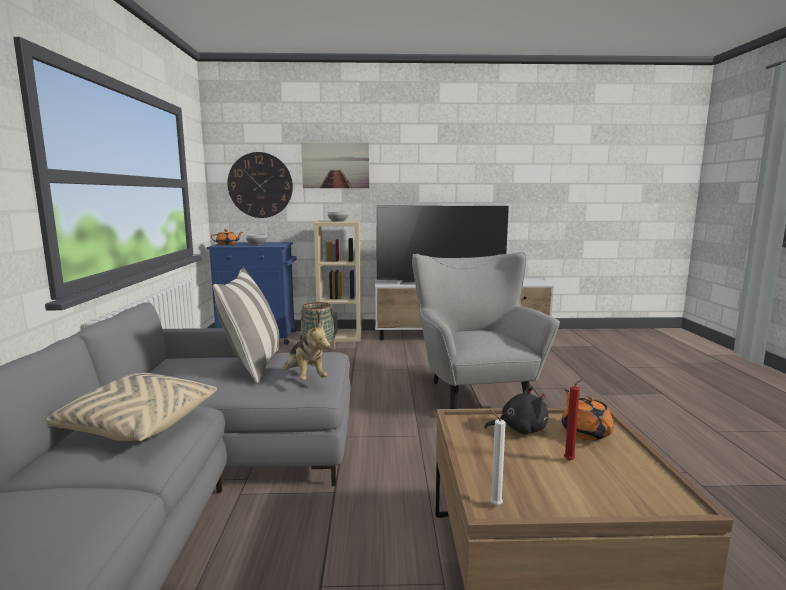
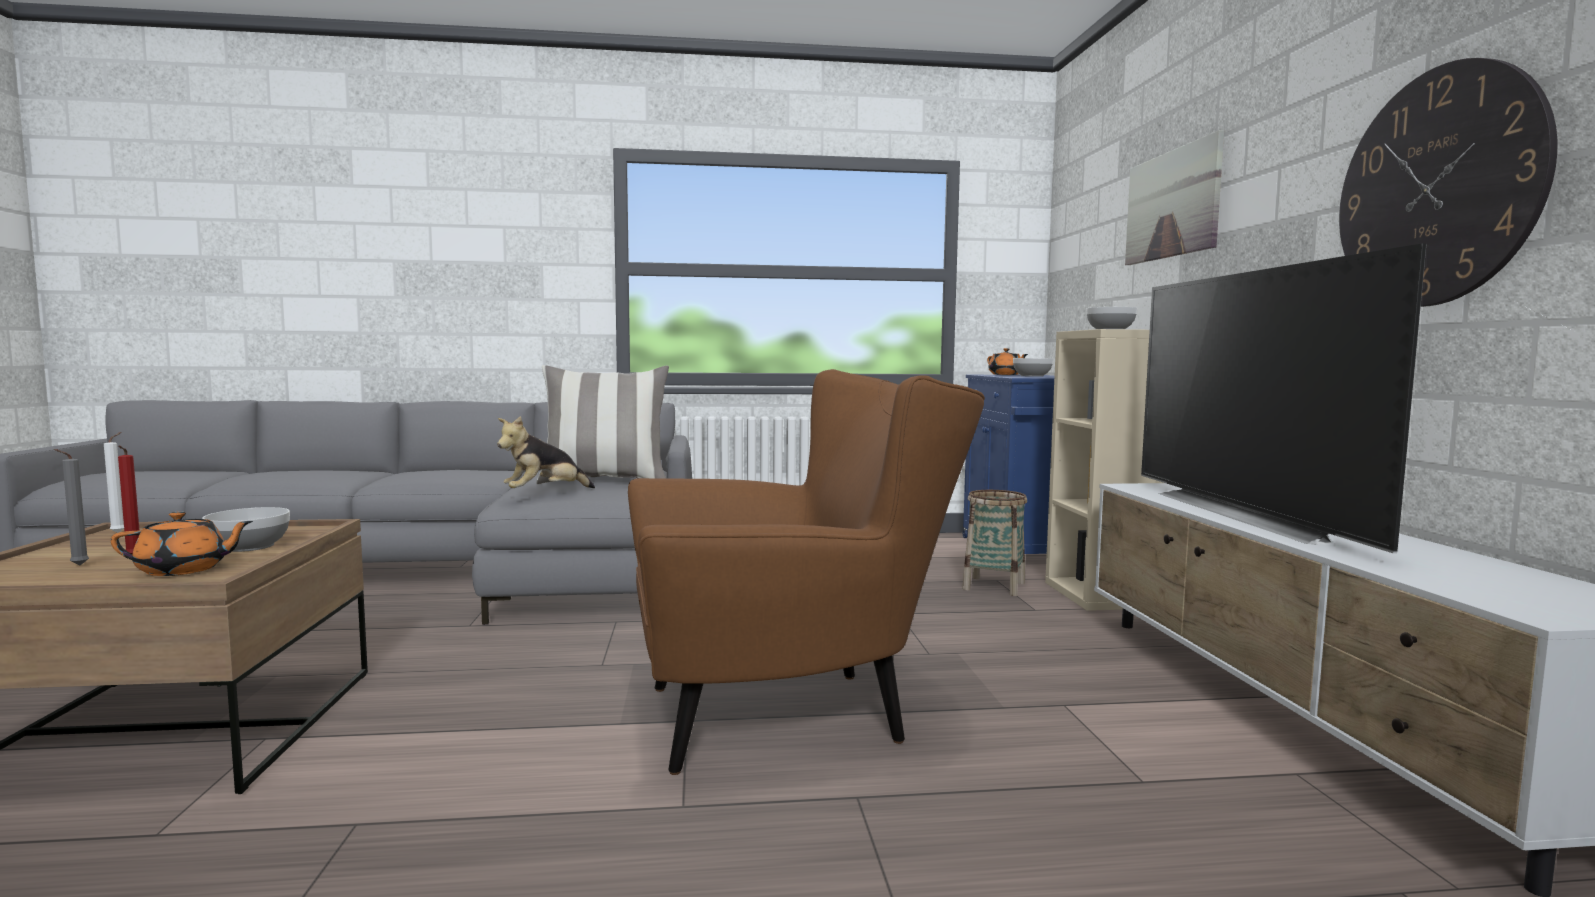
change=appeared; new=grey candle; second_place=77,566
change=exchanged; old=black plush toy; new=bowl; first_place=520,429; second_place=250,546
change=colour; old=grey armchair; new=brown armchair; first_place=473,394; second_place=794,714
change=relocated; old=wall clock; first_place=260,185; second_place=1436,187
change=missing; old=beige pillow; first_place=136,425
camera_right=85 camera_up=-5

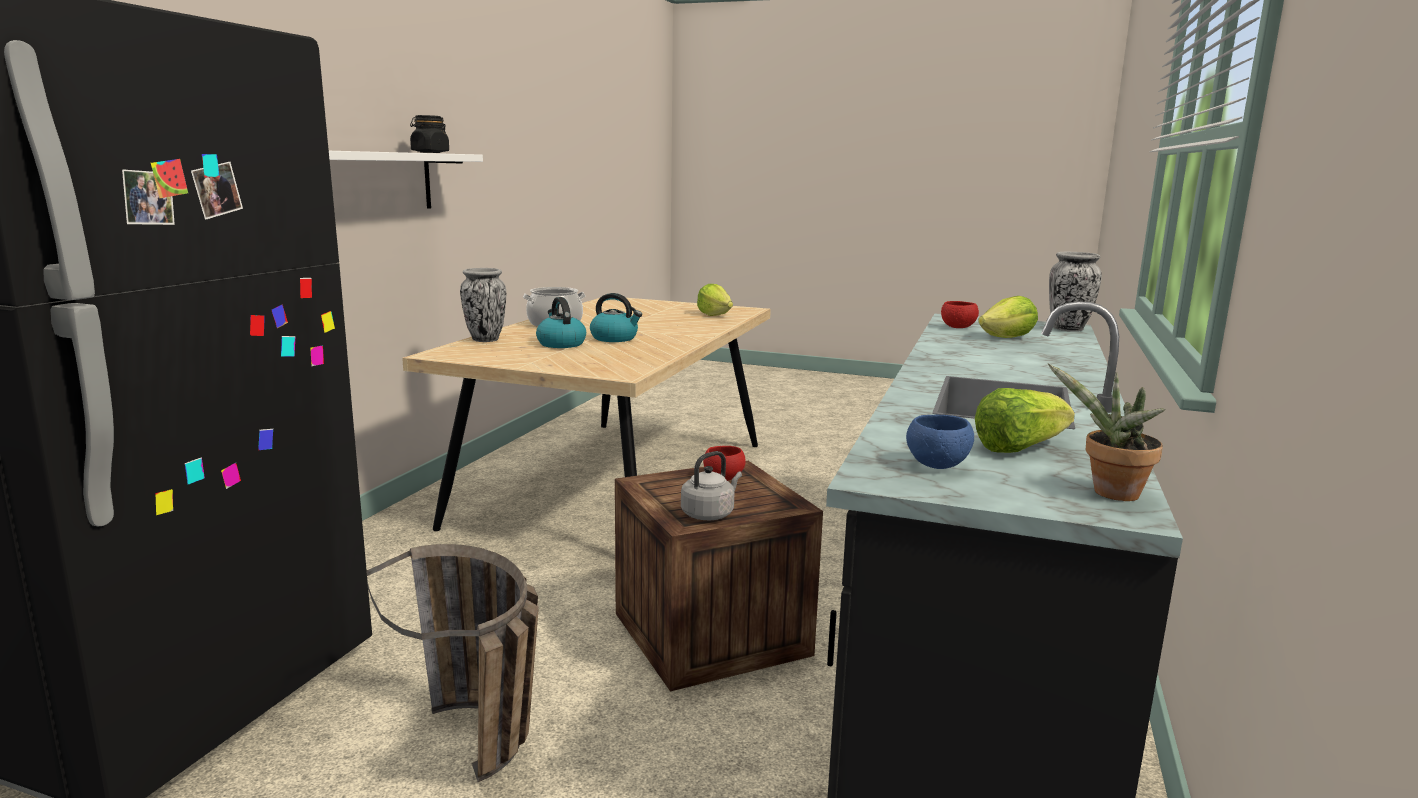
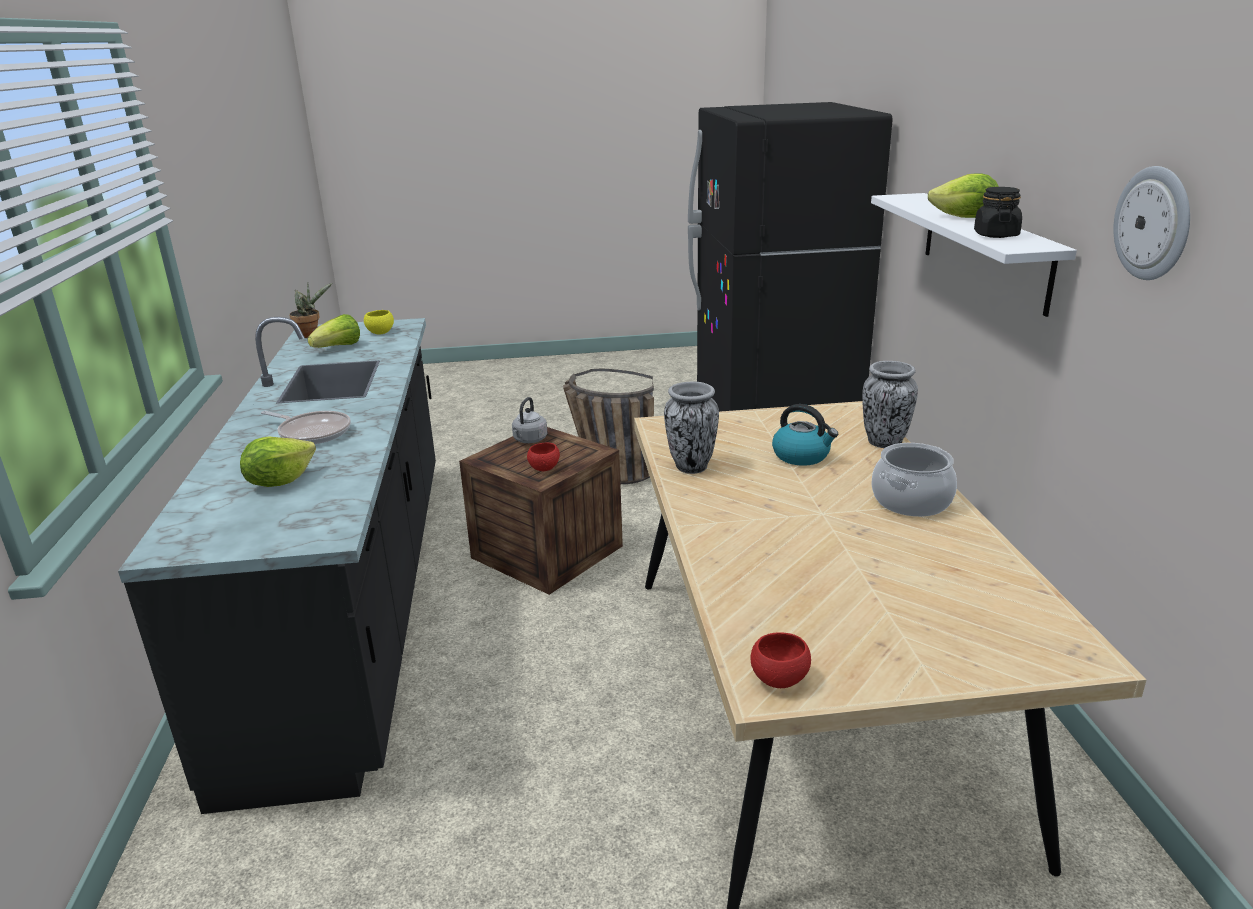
change=appeared; new=frying pan; second_place=312,432
change=colour; old=blue bowl; new=yellow bowl; first_place=937,465; second_place=380,332
change=relocated; old=vase; first_place=1068,329; second_place=690,467
change=relocated; old=red bowl; first_place=958,327; second_place=779,679
change=relocated; old=lettuce; first_place=714,315; second_place=964,218
change=appeared; new=wall clock; second_place=1153,223
change=missing; old=kettle; first_place=615,338
camera_right=155 camera_up=10

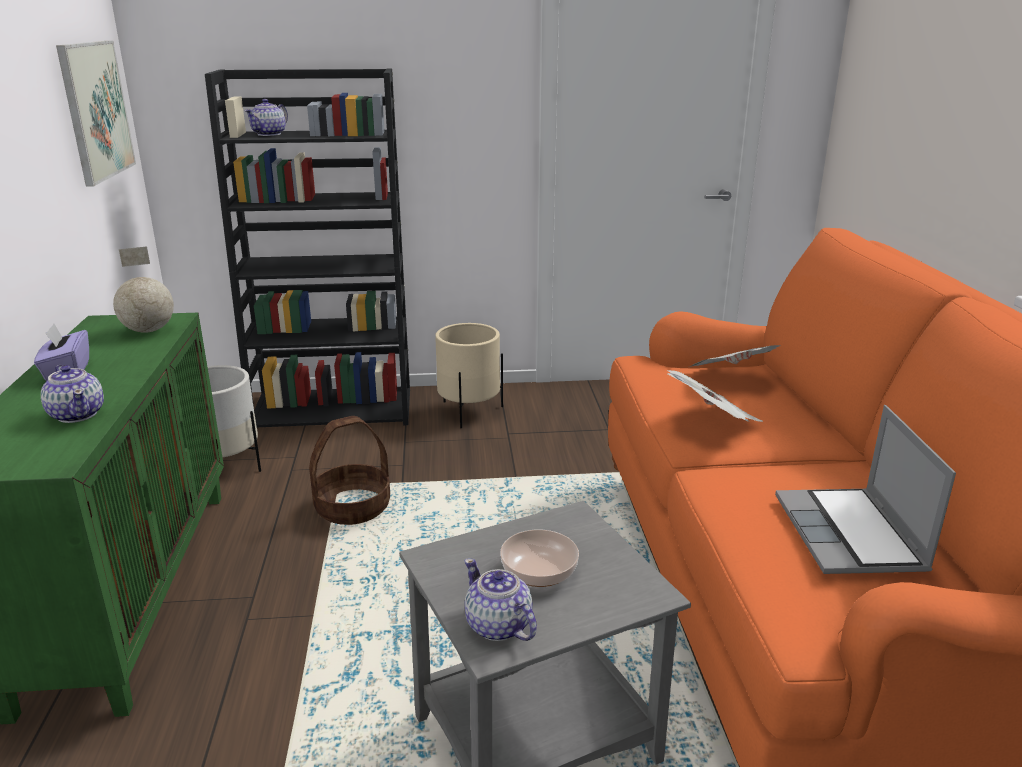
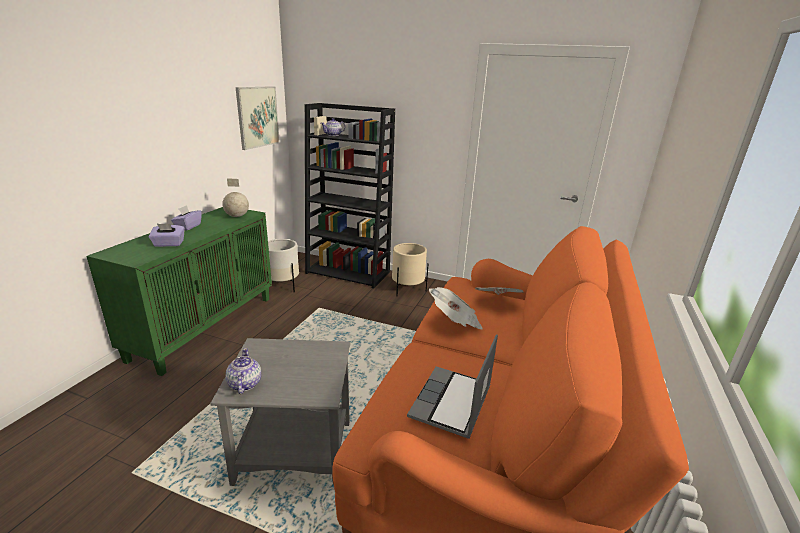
change=exchanged; old=teapot; new=purple tissue box; first_place=77,414; second_place=169,244
change=missing; old=basket; first_place=353,507
change=missing; old=bowl; first_place=537,571
camera_right=25 camera_up=0

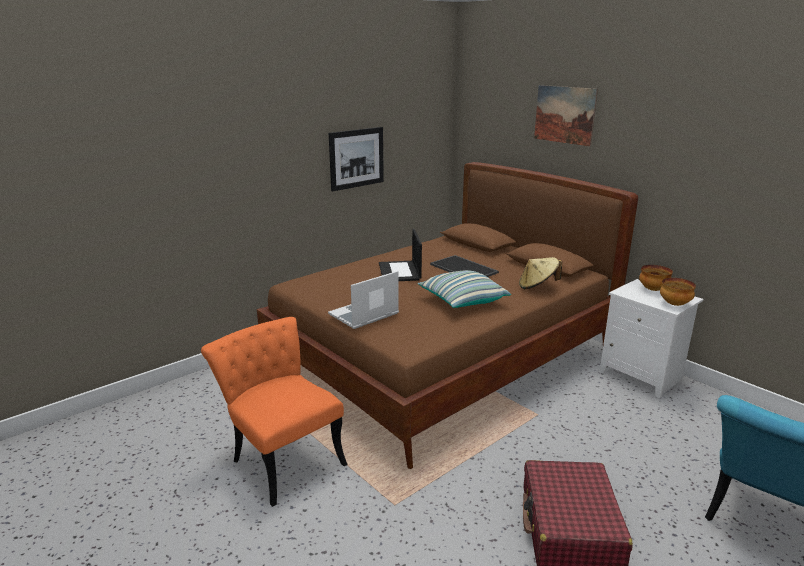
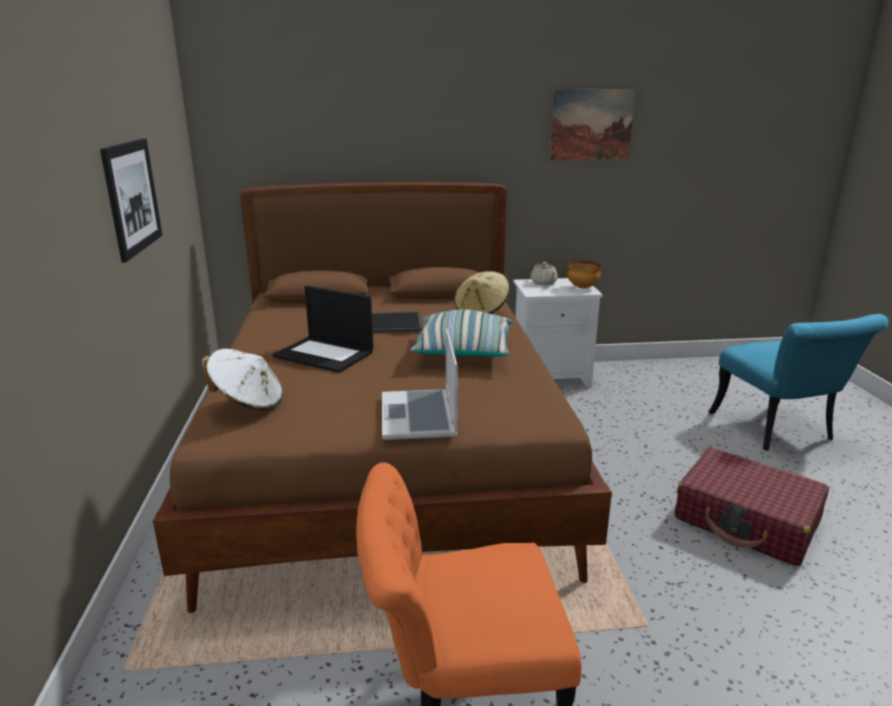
change=appeared; new=white hat; second_place=248,402
change=exchanged; old=bowl; new=beige teapot; first_place=653,289; second_place=544,283
change=relocated; old=picture; first_place=564,115; second_place=591,125
camera_right=-55 camera_up=0

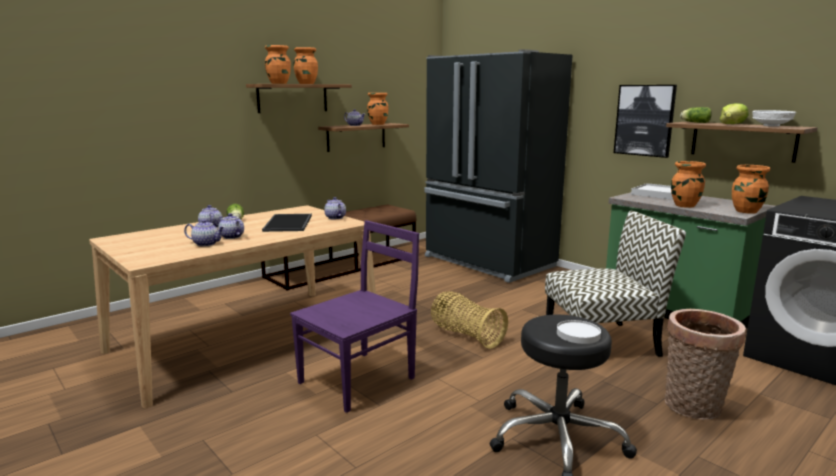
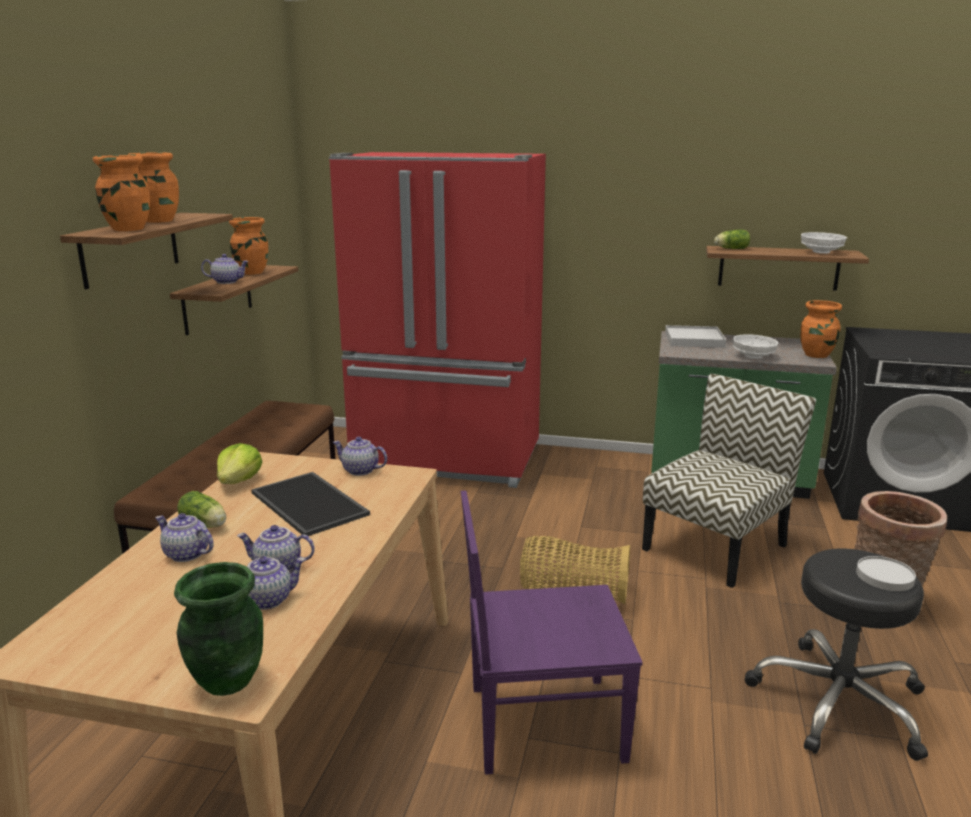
change=appeared; new=green vase; second_place=226,680
change=relocated; old=lettuce; first_place=732,124; second_place=239,481
change=colour; old=black fridge; new=red fridge; first_place=487,262; second_place=446,460
change=spun; old=purple chair; first_place=359,379; second_place=541,723; degrees=-105
change=exchanged; old=orange vase; new=white bowl; first_place=684,205; second_place=752,356
change=missing; old=picture; first_place=644,120
camera_right=-35 camera_up=5

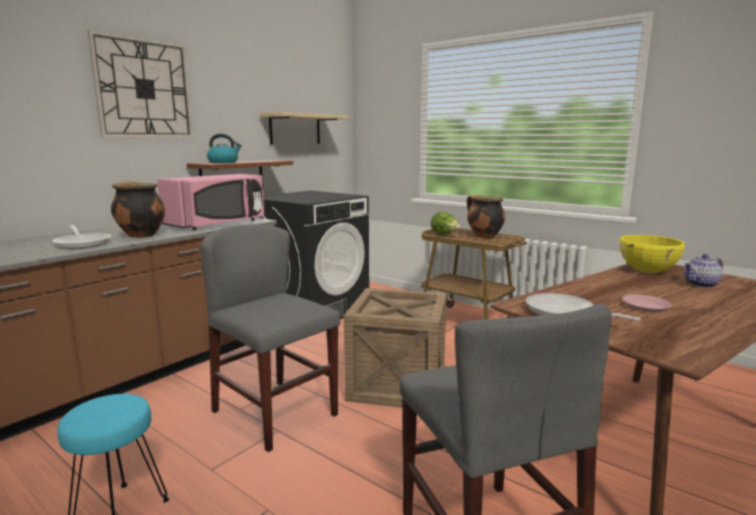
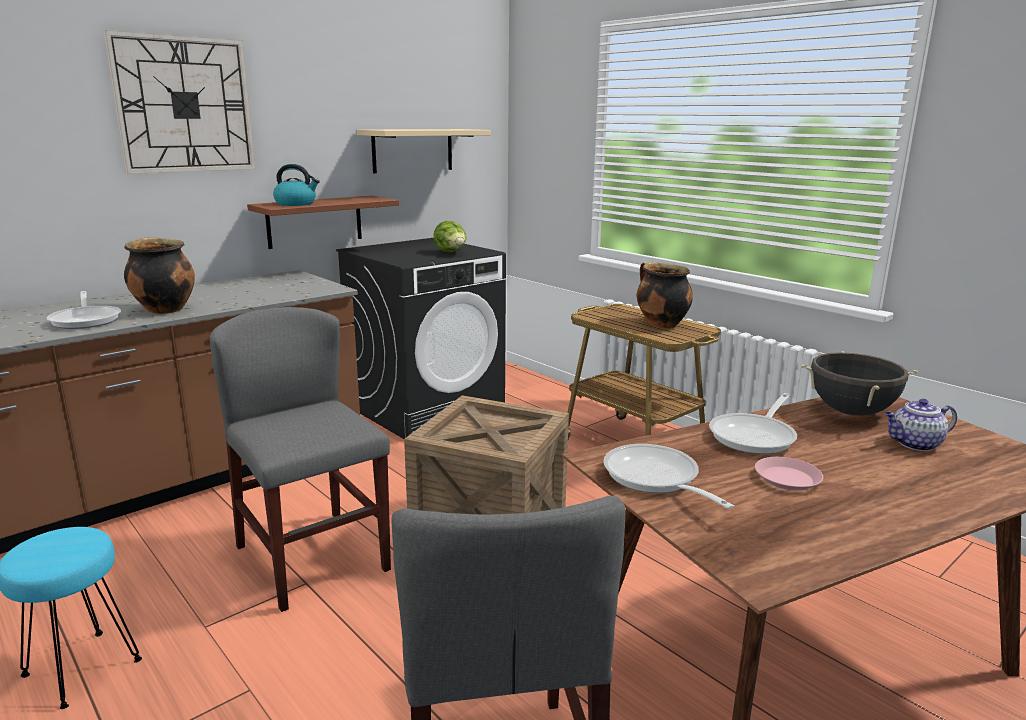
change=relocated; old=lettuce; first_place=445,235; second_place=451,253
change=appeared; new=frying pan; second_place=755,436
change=colour; old=yellow cooking pot; new=black cooking pot; first_place=647,271; second_place=851,412
change=missing; old=pink microwave; first_place=218,224
camera_right=10 camera_up=5

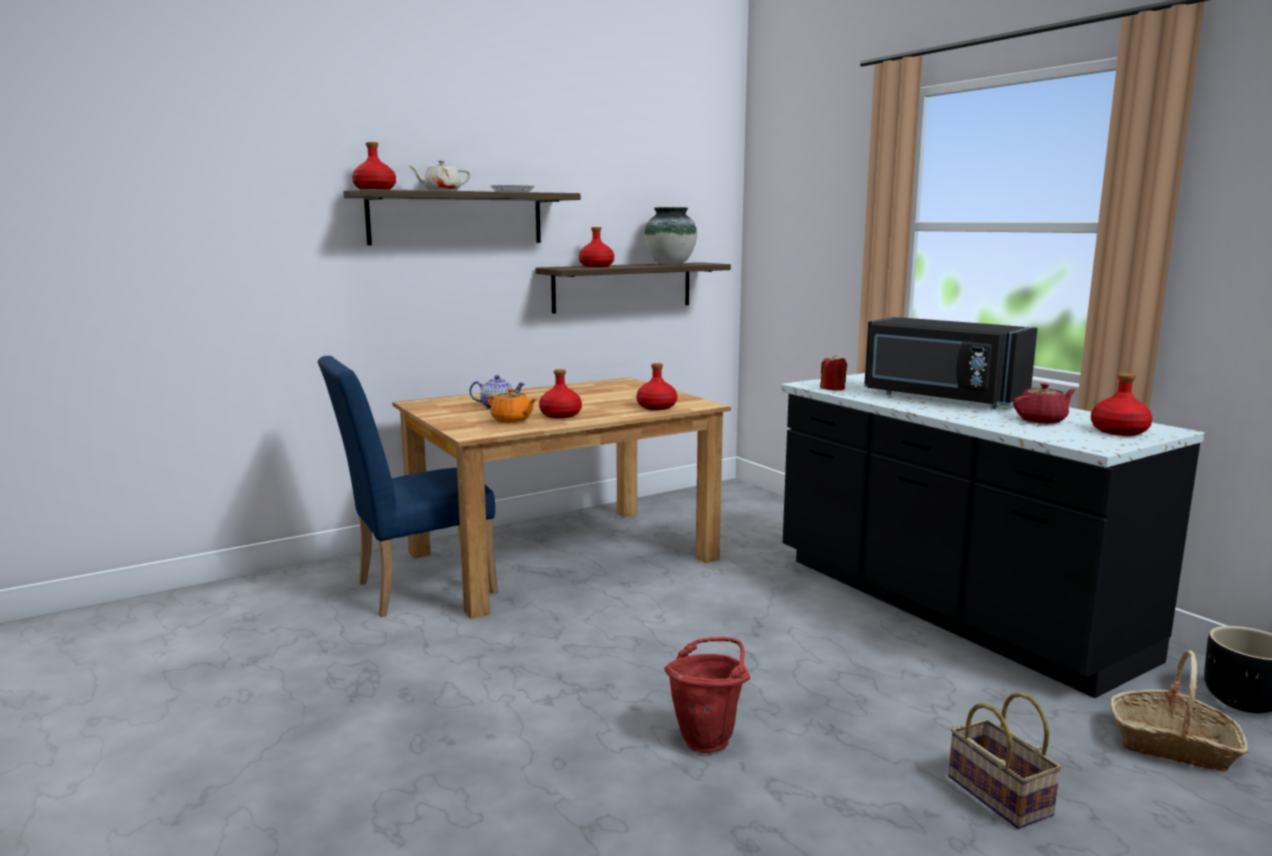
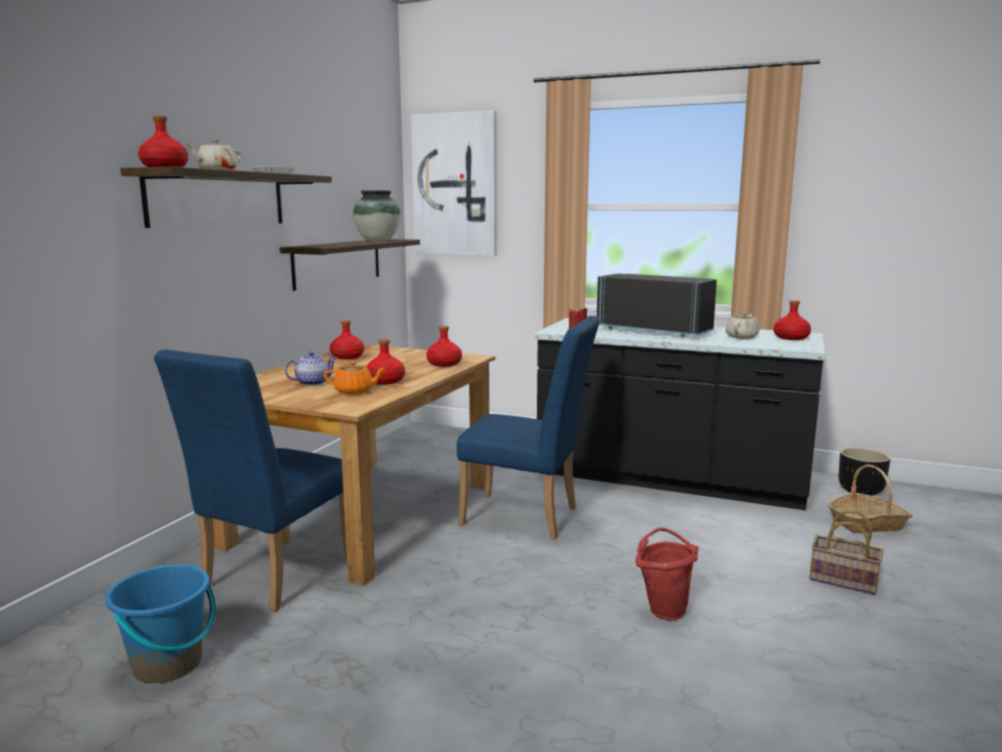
change=appeared; new=blue bucket; second_place=168,664
change=relocated; old=red bottle; first_place=596,266; second_place=347,357
change=appeared; new=picture; second_place=455,185
change=appeared; new=blue chair; second_place=528,517
change=spun; old=black microwave; first_place=941,398; second_place=656,330; degrees=-150
change=colour; old=red teapot; new=beige teapot; first_place=1042,420; second_place=742,337
camera_right=-35 camera_up=0

